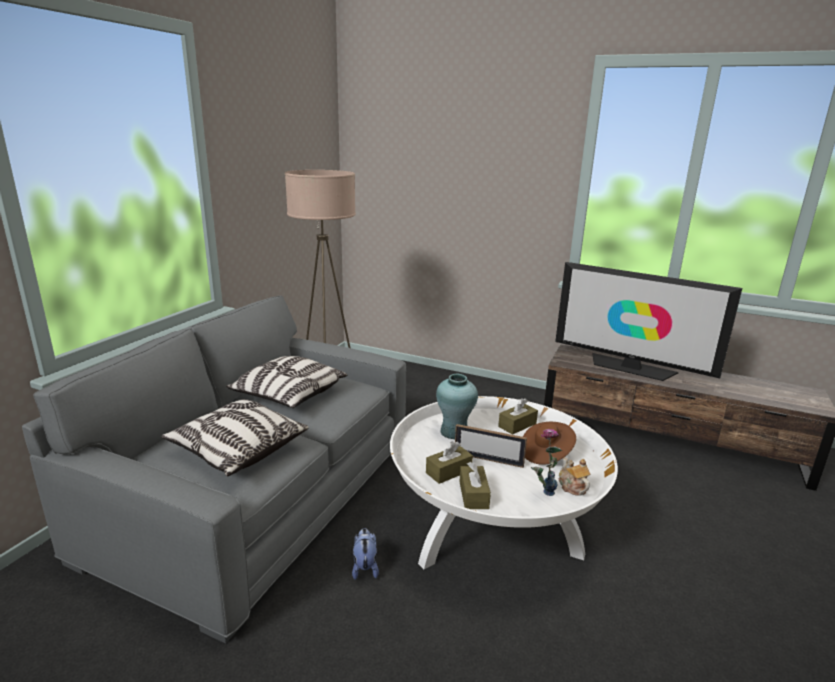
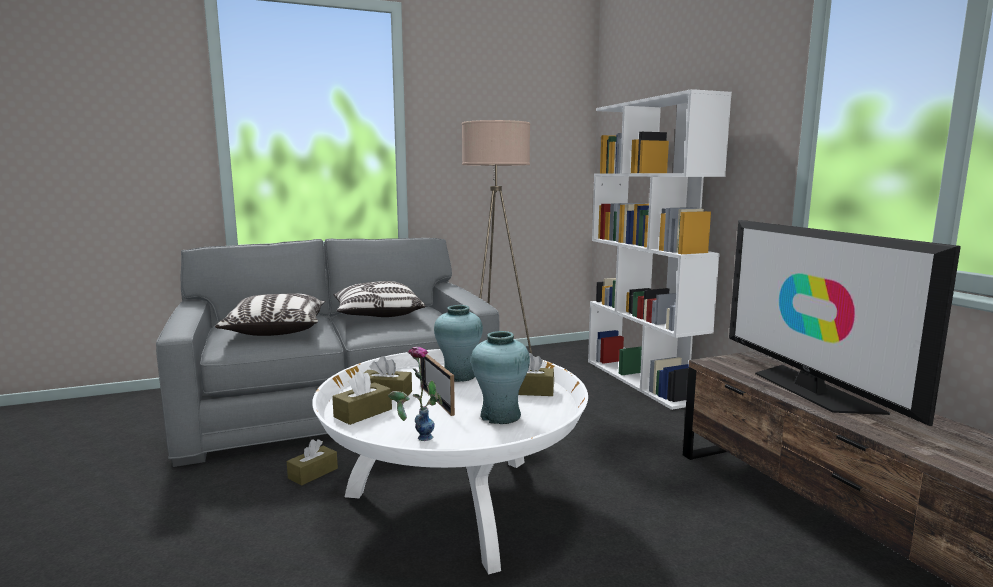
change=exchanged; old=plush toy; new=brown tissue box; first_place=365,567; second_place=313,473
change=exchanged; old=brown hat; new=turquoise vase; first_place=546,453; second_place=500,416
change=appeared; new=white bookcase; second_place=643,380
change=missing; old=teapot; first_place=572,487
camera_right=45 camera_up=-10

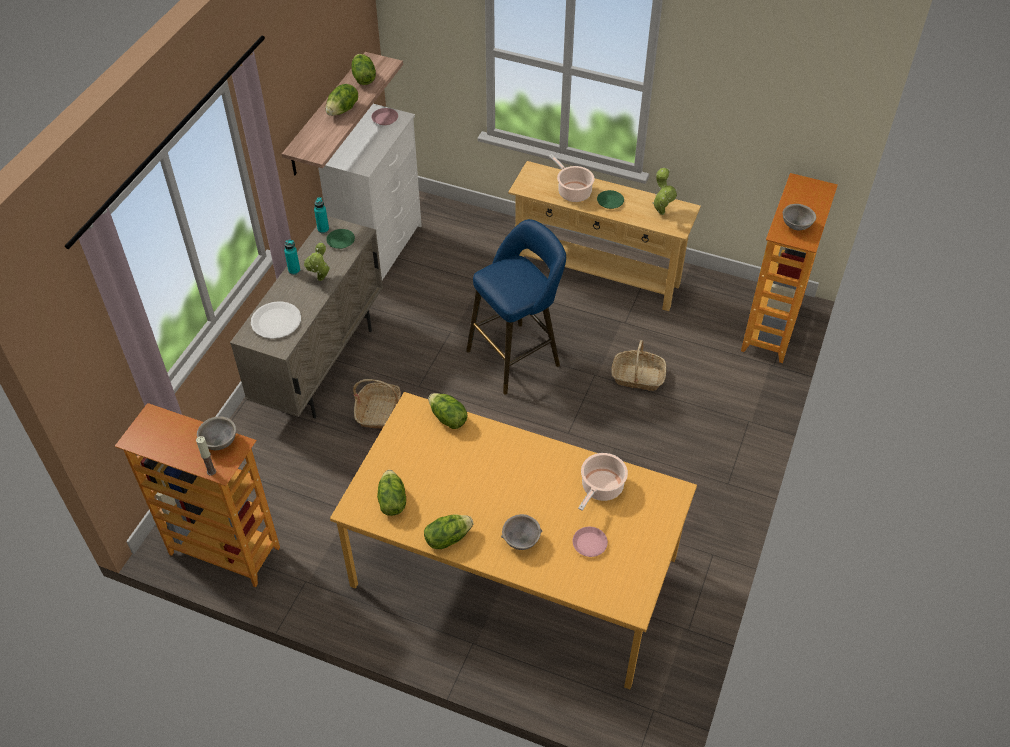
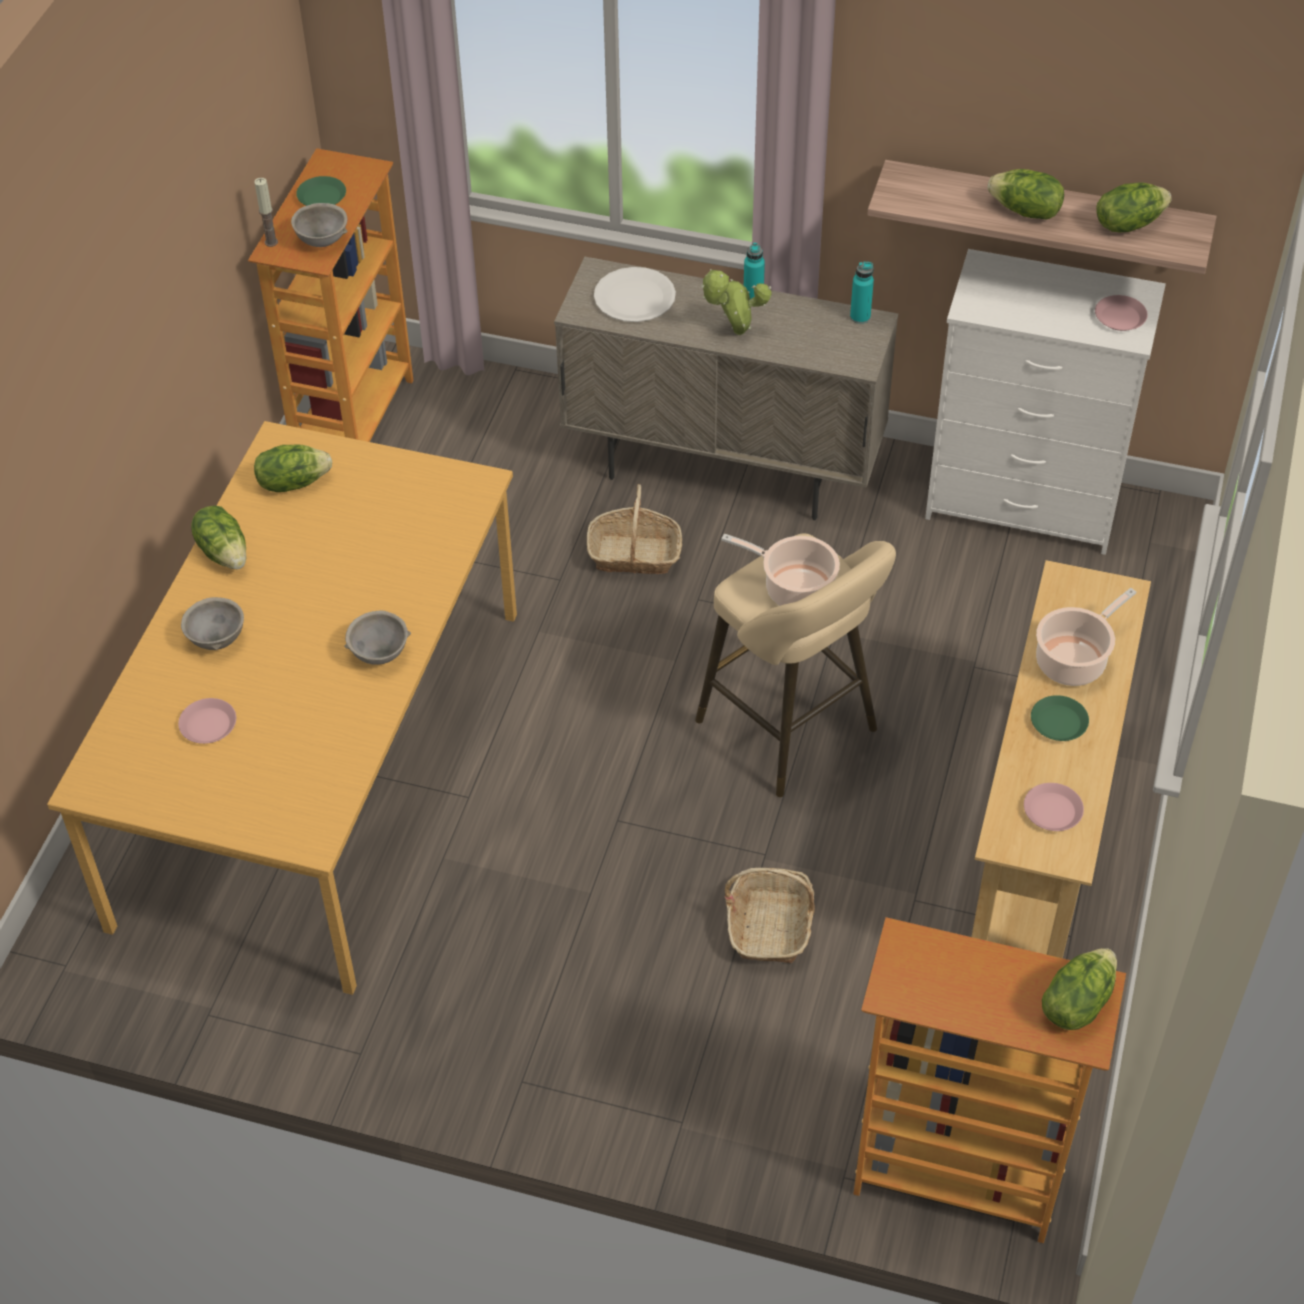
change=relocated; old=green plate; first_place=341,241; second_place=322,197
change=relocated; old=grey bowl; first_place=796,226; second_place=380,654
change=colour; old=blue stool; new=beige stool; first_place=517,355; second_place=793,731
change=relocated; old=cooking pot; first_place=601,488; second_place=794,589
change=exchanged; old=potted plant; new=pink plate; first_place=661,211; second_place=1052,811
change=relocated; old=lettuce; first_place=447,419; second_place=1076,1003
camera_right=85 camera_up=0

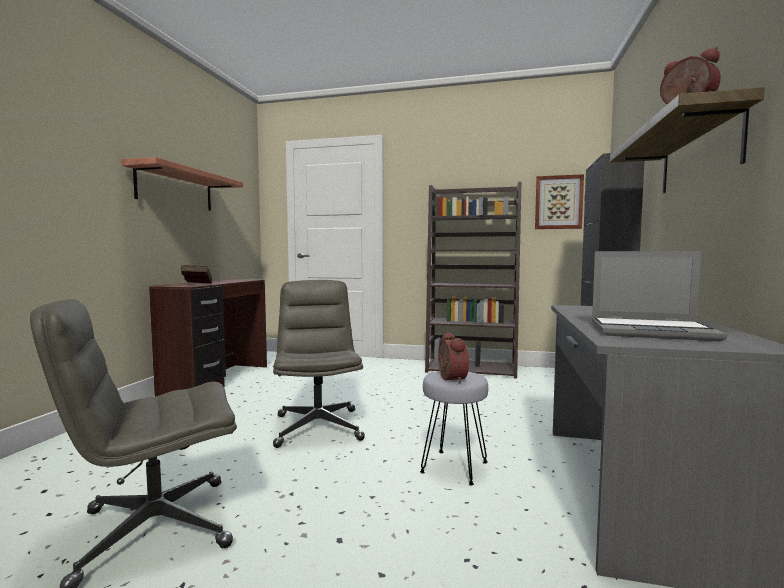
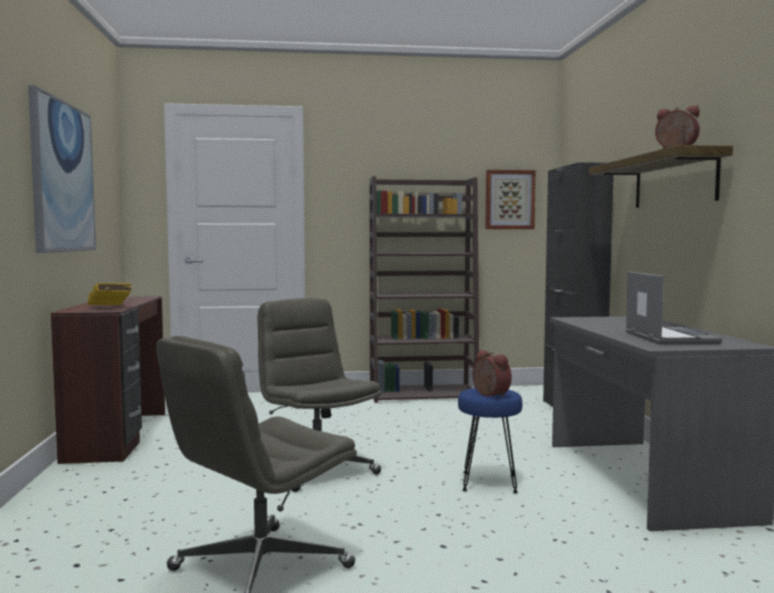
change=exchanged; old=shelf; new=picture; first_place=176,189; second_place=62,177
change=colour; old=red book; new=yellow book; first_place=196,284; second_place=109,307
change=colour; old=grey stool; new=blue stool; first_place=453,467; second_place=488,483
change=spun; old=laptop; first_place=652,331; second_place=668,338; degrees=-90
camera_right=-20 camera_up=0

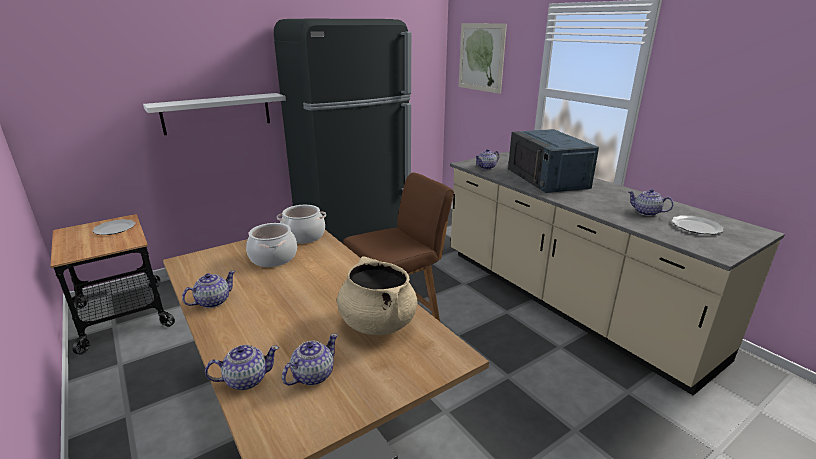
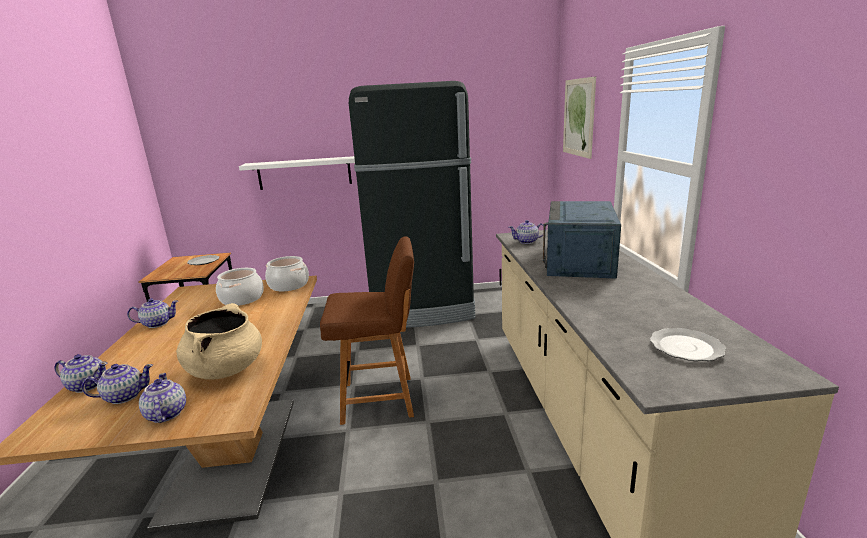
change=relocated; old=teapot; first_place=646,212; second_place=166,414
camera_right=30 camera_up=-5

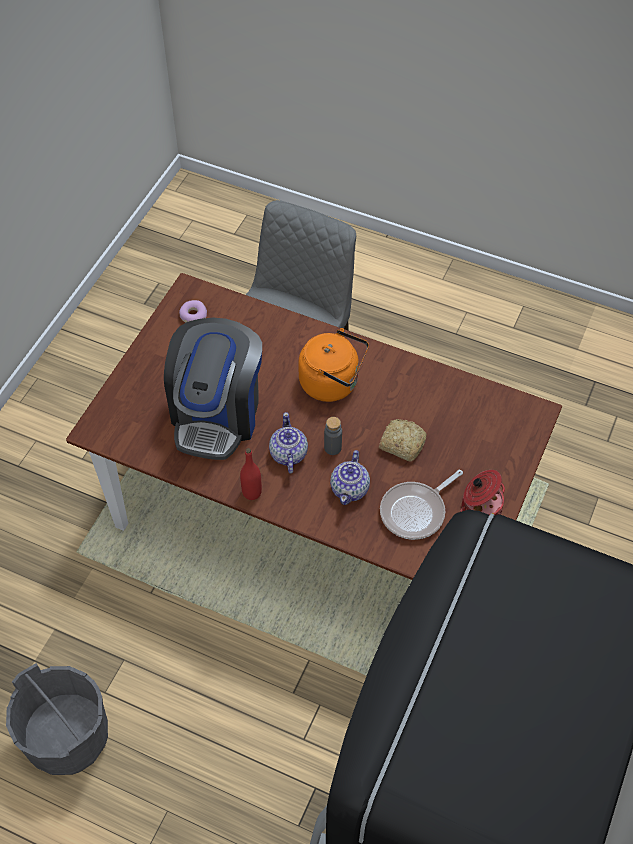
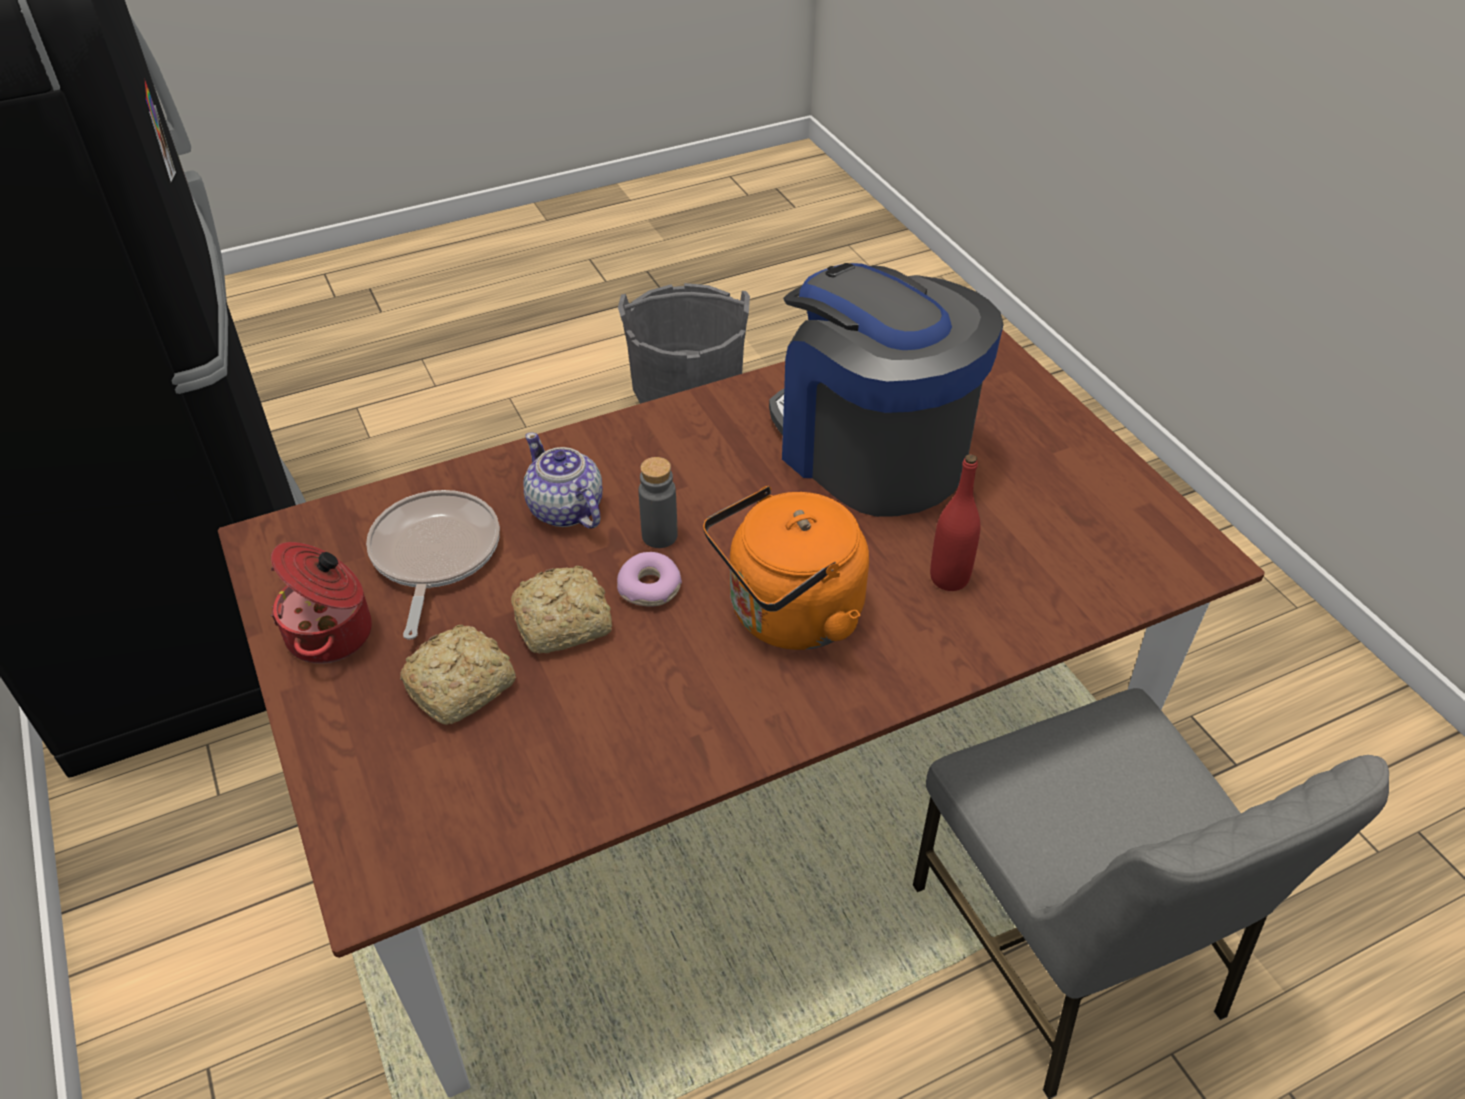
change=appeared; new=bread; second_place=463,685
change=relocated; old=donut; first_place=193,315; second_place=650,587
change=relocated; old=red bottle; first_place=252,492; second_place=949,578
change=missing; old=teapot; first_place=288,454
camera_right=130 camera_up=-10

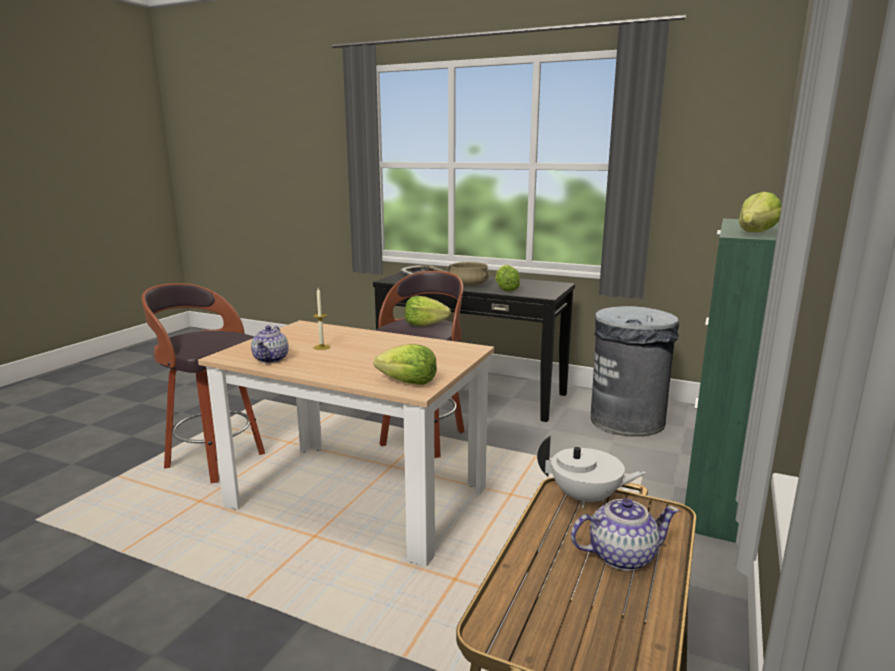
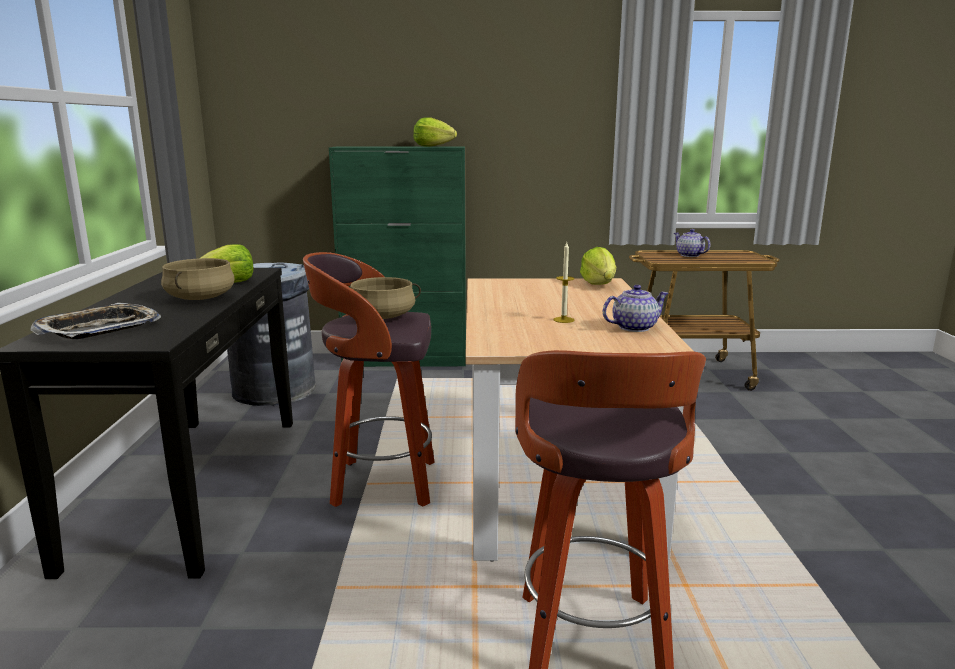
change=exchanged; old=lettuce; new=beige cooking pot; first_place=425,324; second_place=382,317
change=missing; old=white teapot; first_place=586,498
camera_right=-115 camera_up=0

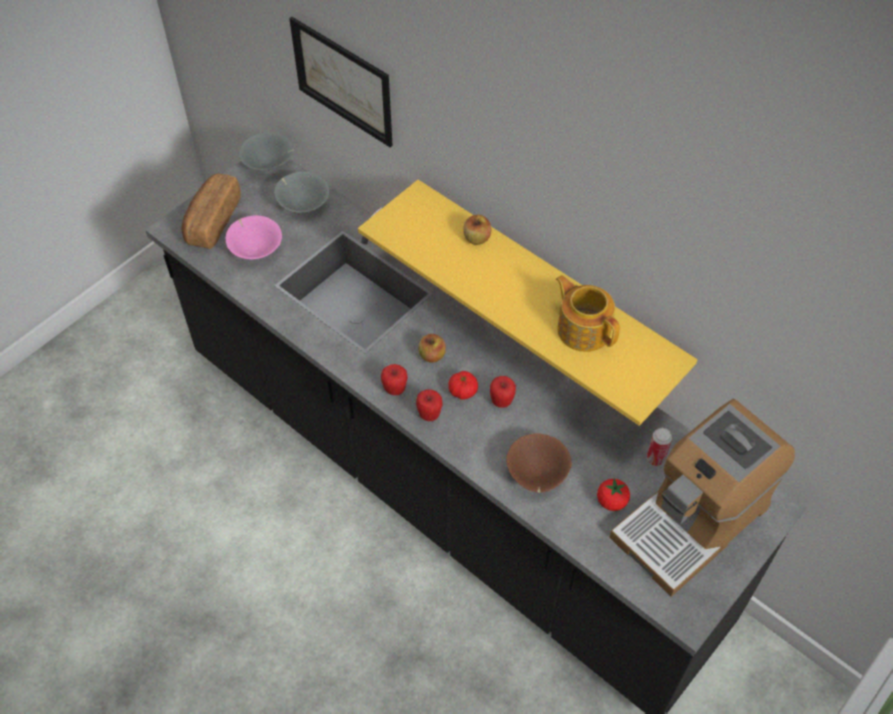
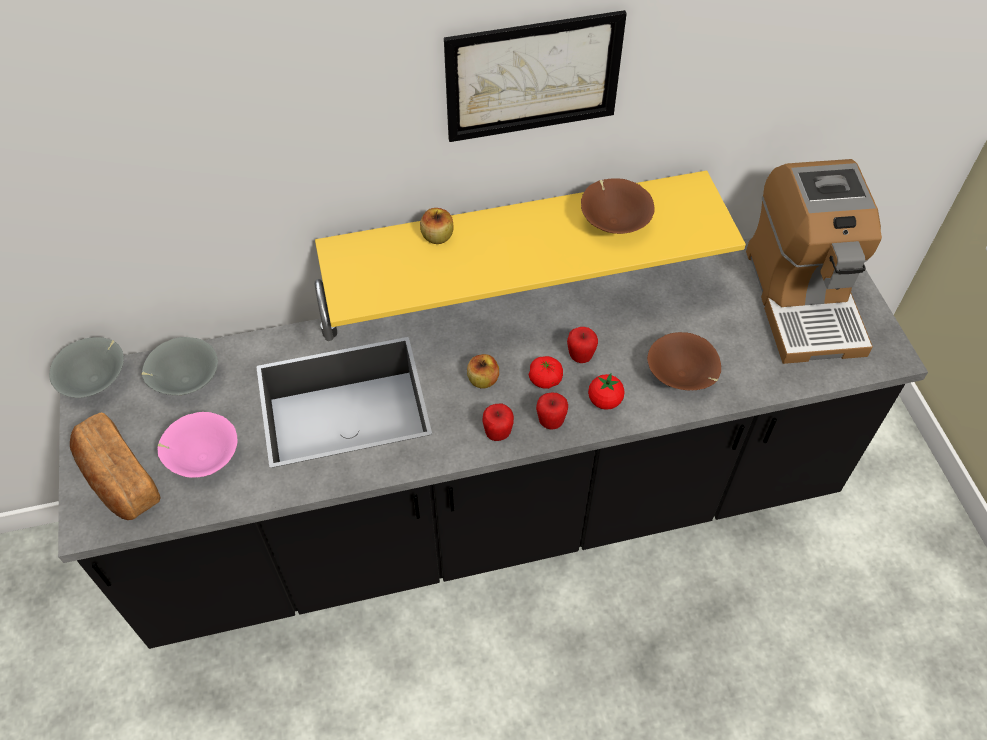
change=relocated; old=picture; first_place=342,81; second_place=533,76
change=exchanged; old=teapot; new=brown bowl; first_place=583,329; second_place=613,223
change=relocated; old=tomato; first_place=611,501; second_place=604,400
change=missing; old=can; first_place=655,458
camera_right=-55 camera_up=0

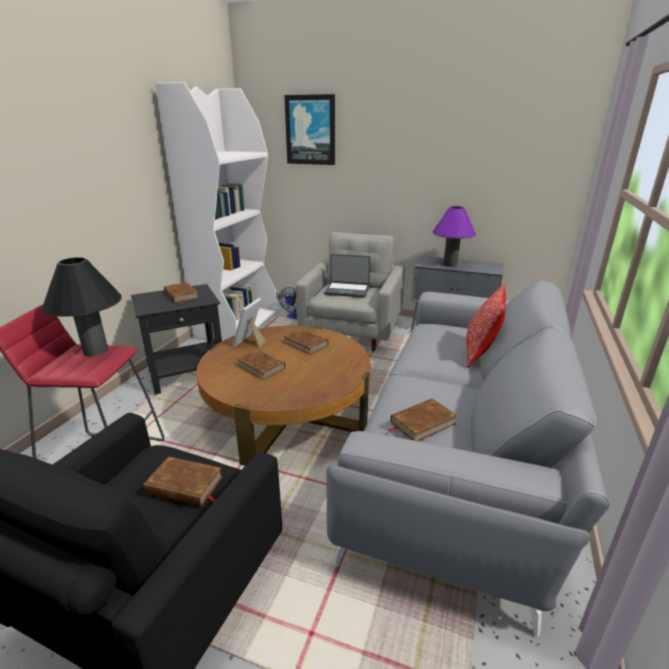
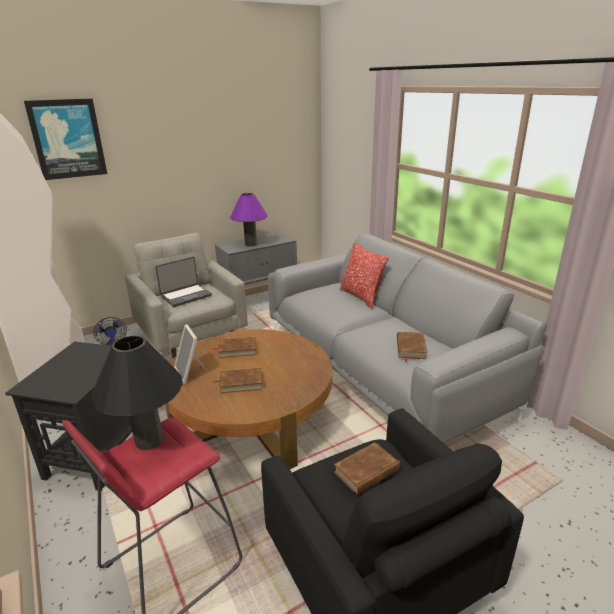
change=missing; old=brown book; first_place=181,295
camera_right=-50 camera_up=0

